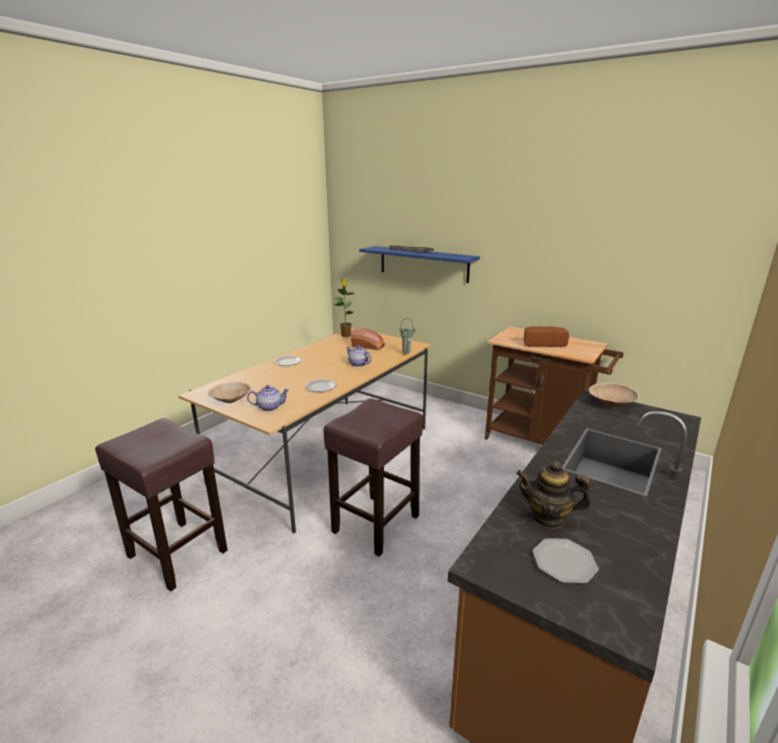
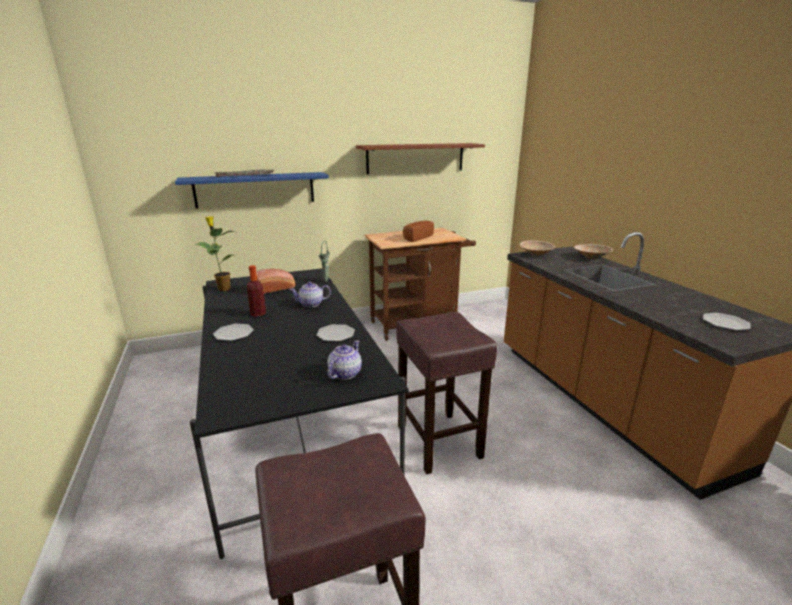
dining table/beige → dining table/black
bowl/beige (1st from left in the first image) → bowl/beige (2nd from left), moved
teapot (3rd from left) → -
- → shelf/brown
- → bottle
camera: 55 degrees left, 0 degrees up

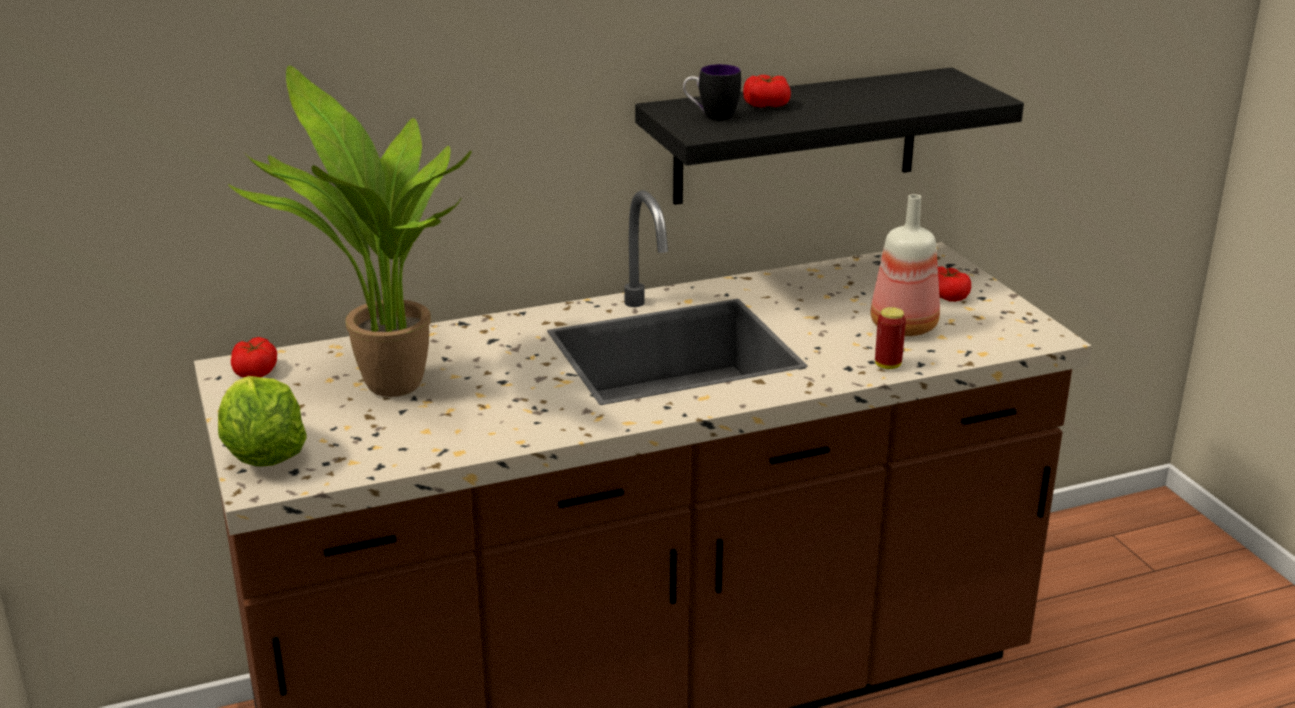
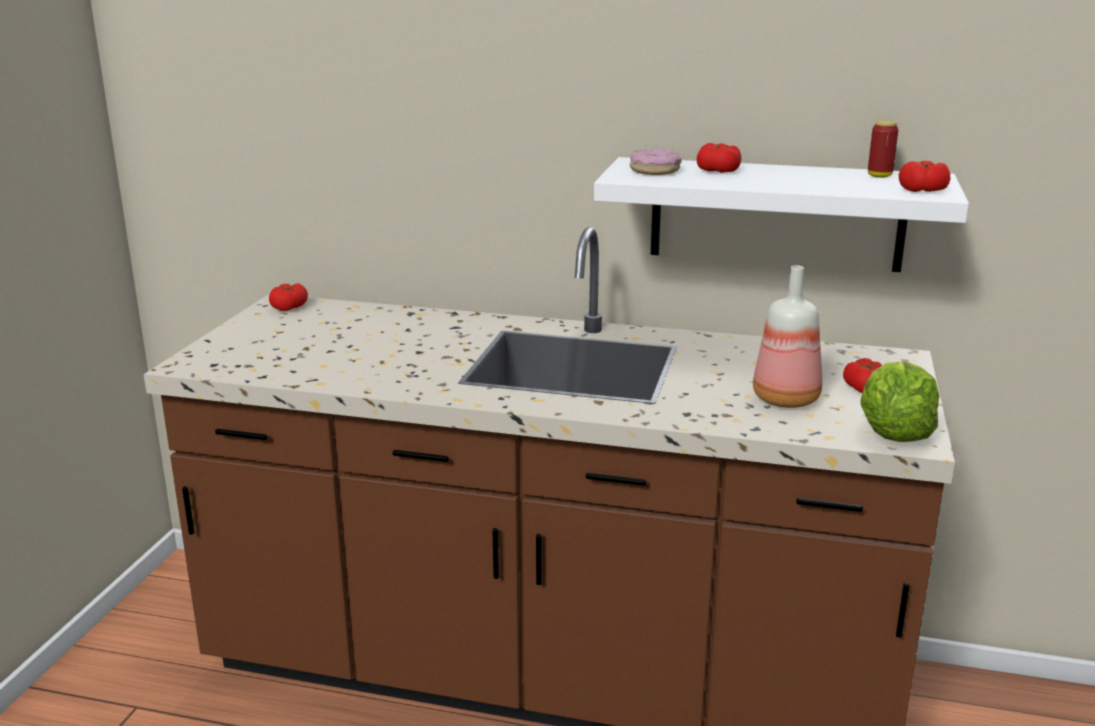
mug → donut
potted plant → -
shelf/black → shelf/white
can, moved
lettuce, moved
- → tomato (4th from left)
camera: 35 degrees right, 5 degrees down

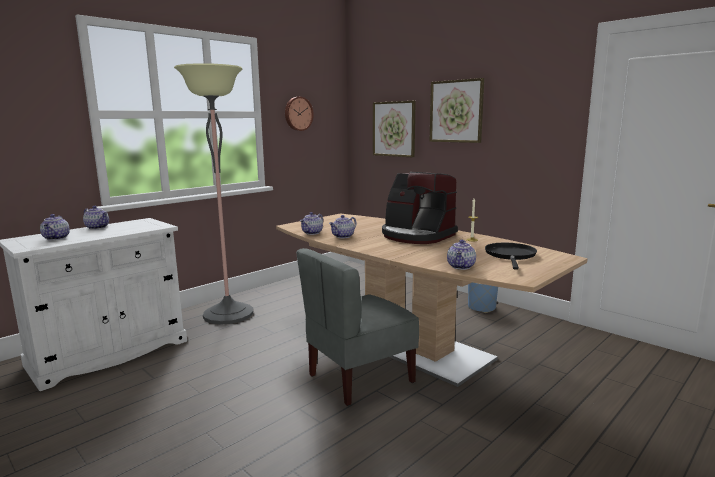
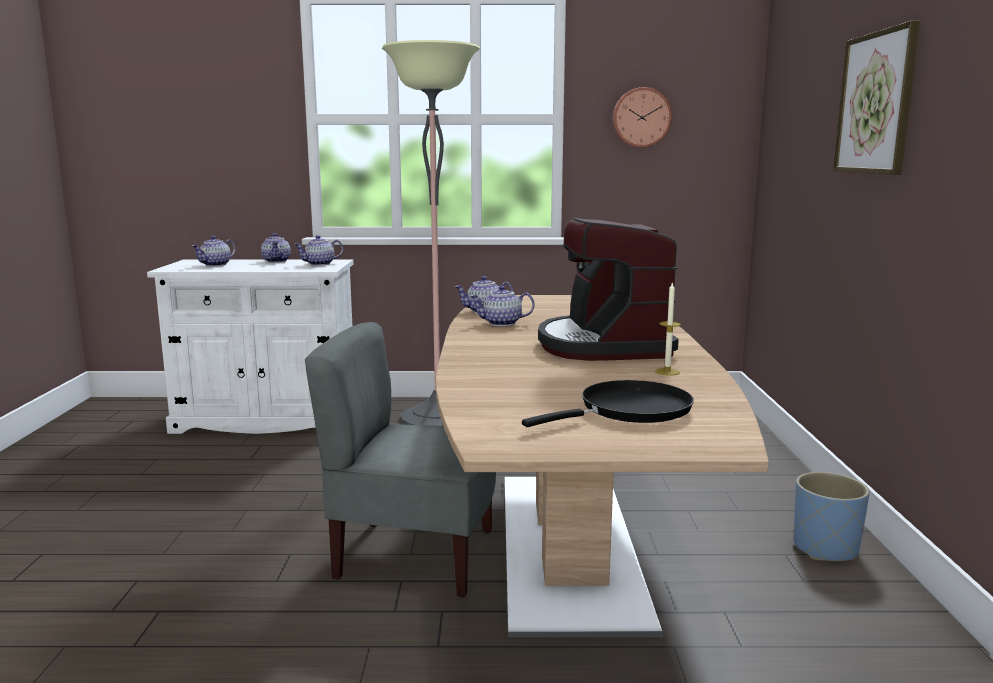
picture (1st from left) → -
teapot (5th from left in the first image) → teapot (3rd from left), moved
camera: 45 degrees right, 0 degrees up

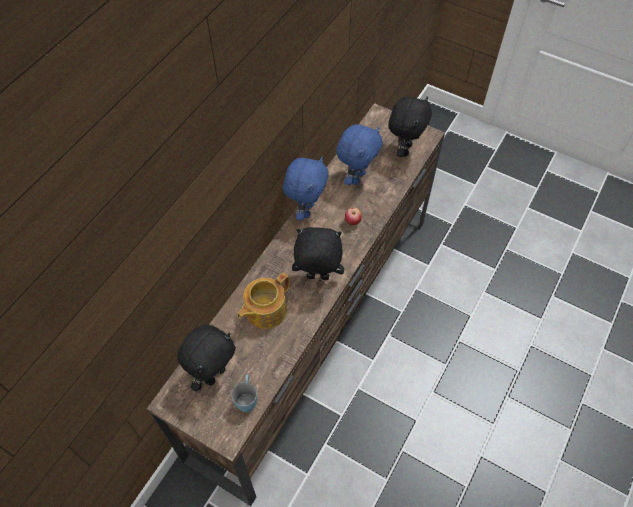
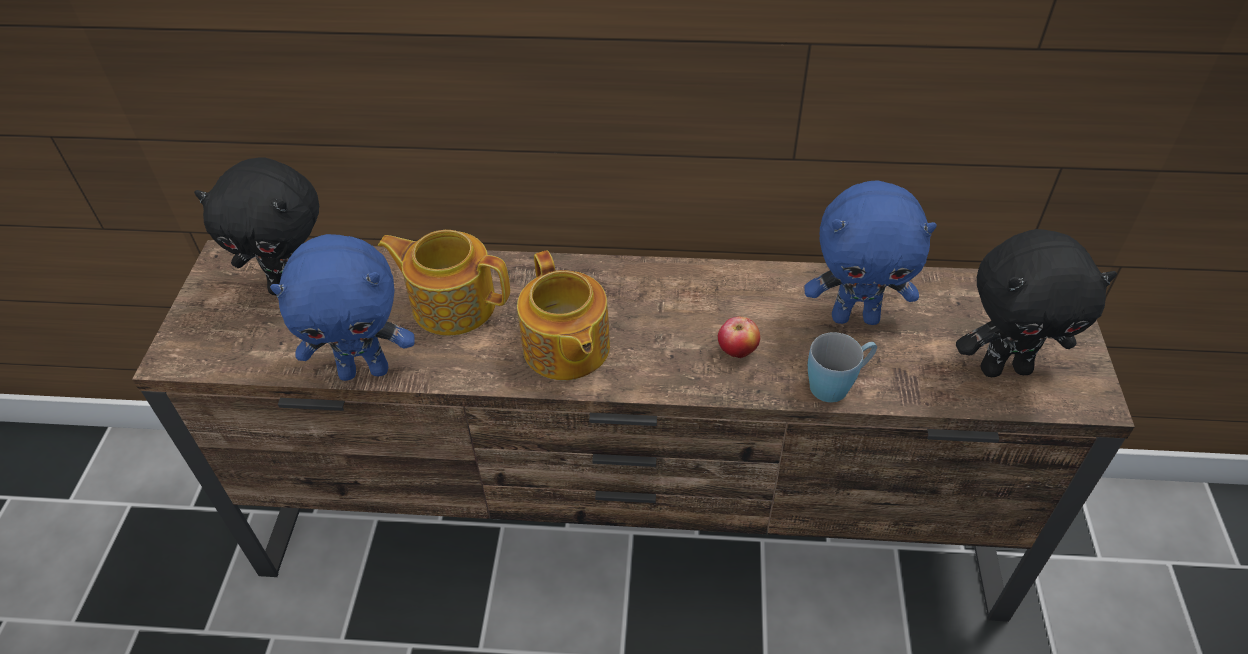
plush toy/blue (1st from left), moved
plush toy/black (2nd from left) → teapot (2nd from left)
mug/blue, moved
camera: 65 degrees right, 10 degrees down

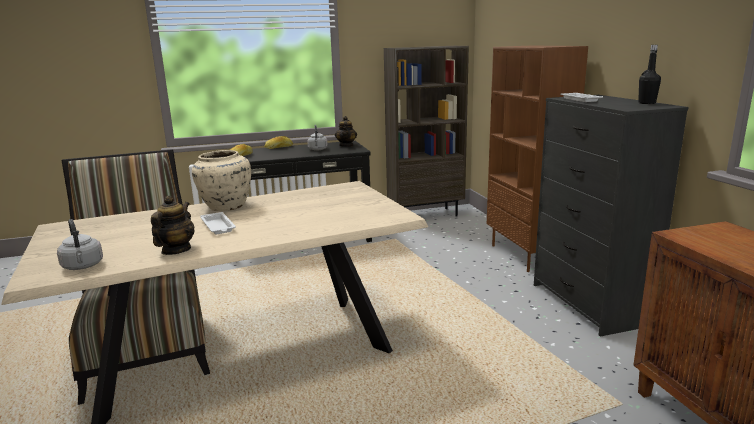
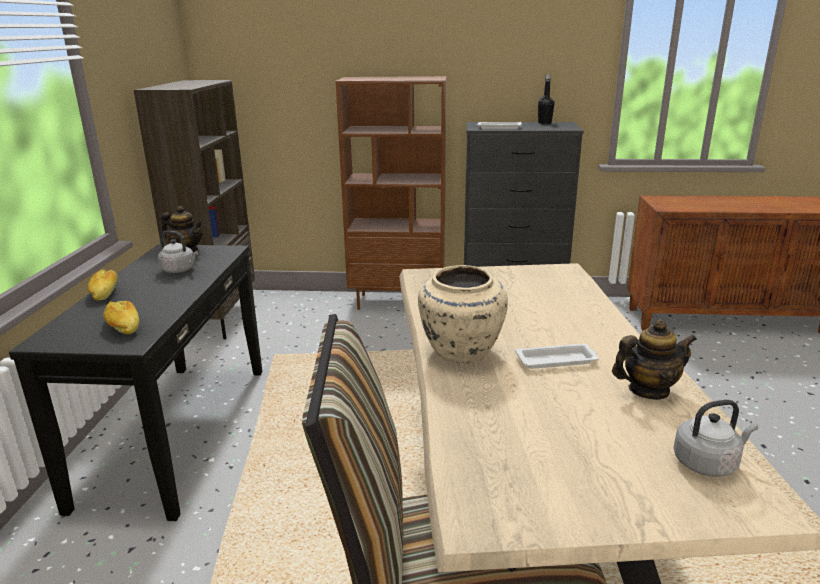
teapot (1st from left in the first image) → teapot (2nd from left), 135 degrees clockwise
camera: 70 degrees left, 5 degrees up

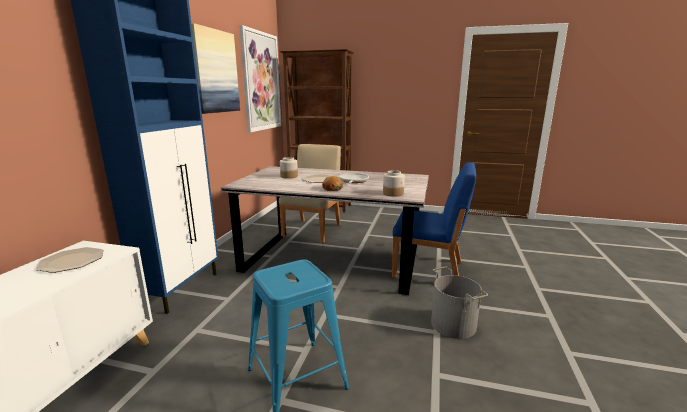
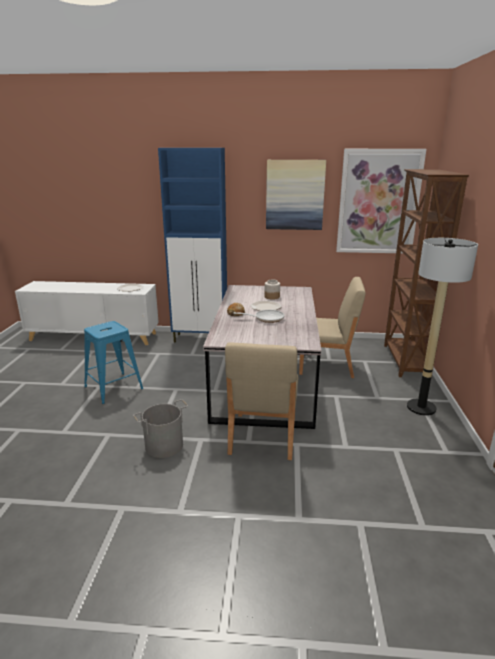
chair/blue → chair/beige (1st from left)
jar (2nd from left) → -
- → floor lamp
camera: 80 degrees right, 5 degrees up

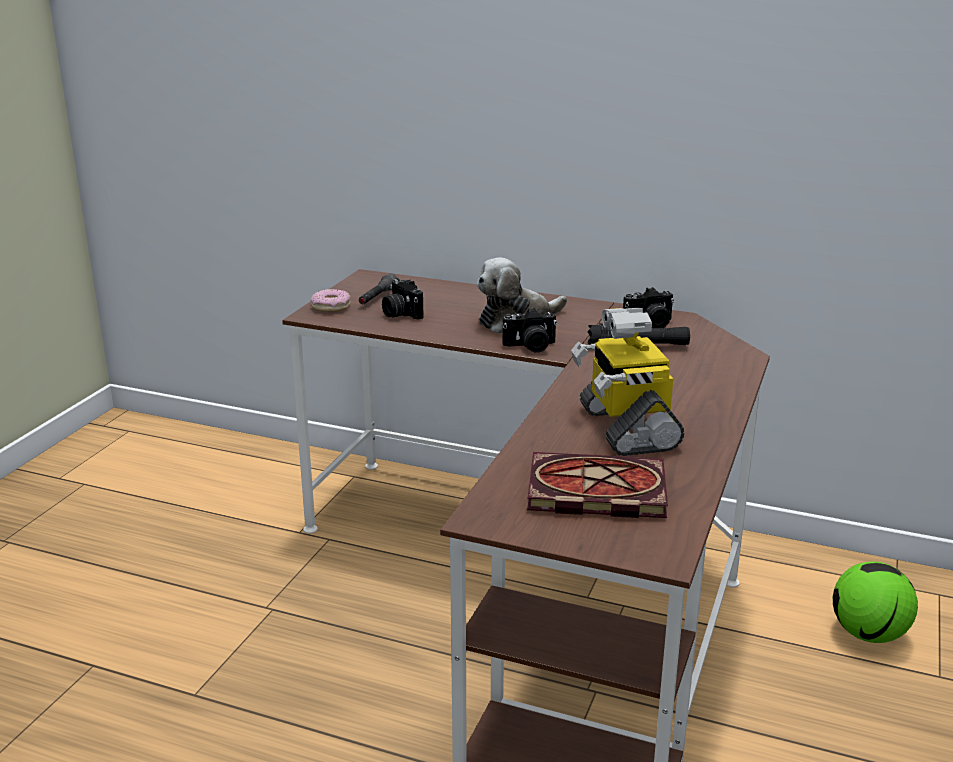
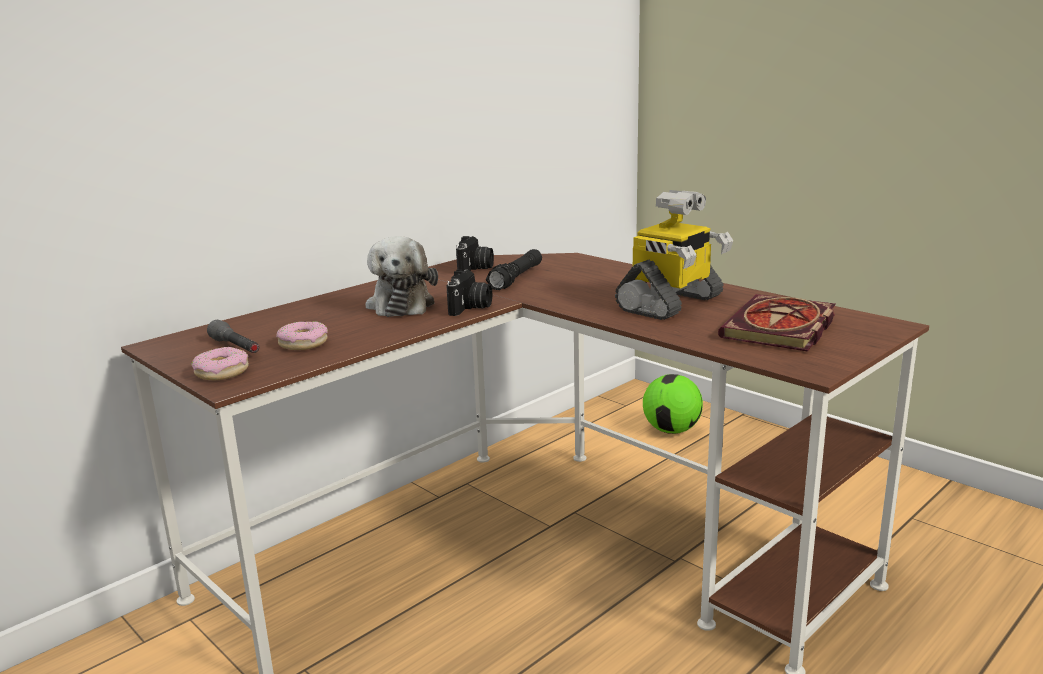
photo camera (1st from left) → donut (2nd from left)
toy robot, 60 degrees counterclockwise
camera: 65 degrees left, 5 degrees down

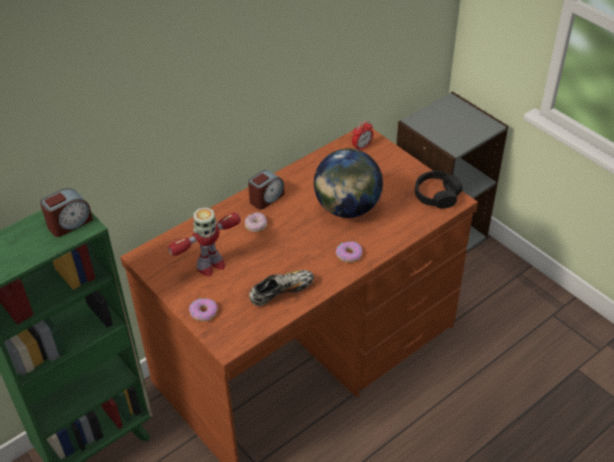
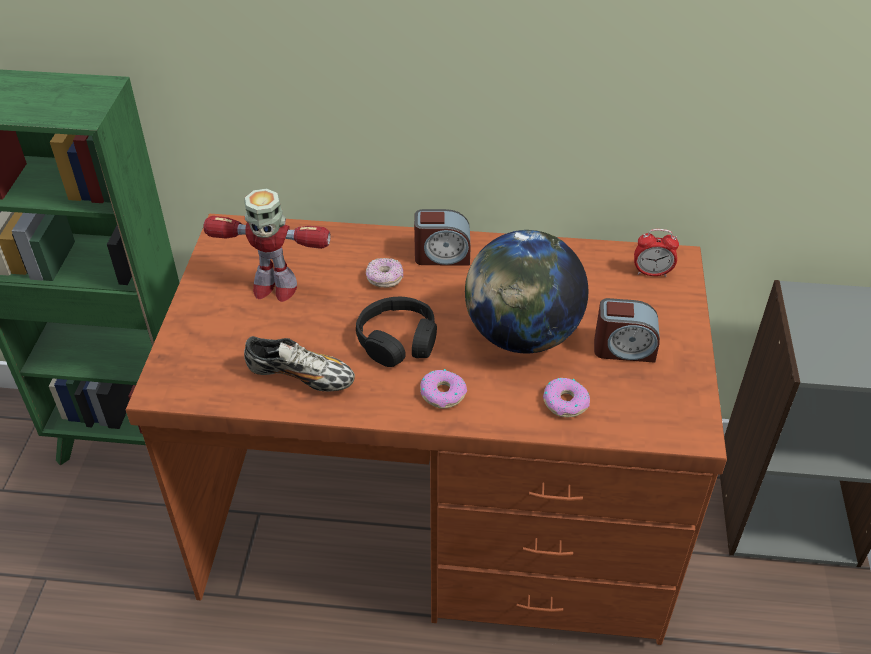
headphones/black, moved
alarm clock (1st from left in the first image) → alarm clock (2nd from left), moved
donut (1st from left in the first image) → donut (3rd from left), moved
camera: 45 degrees right, 0 degrees up

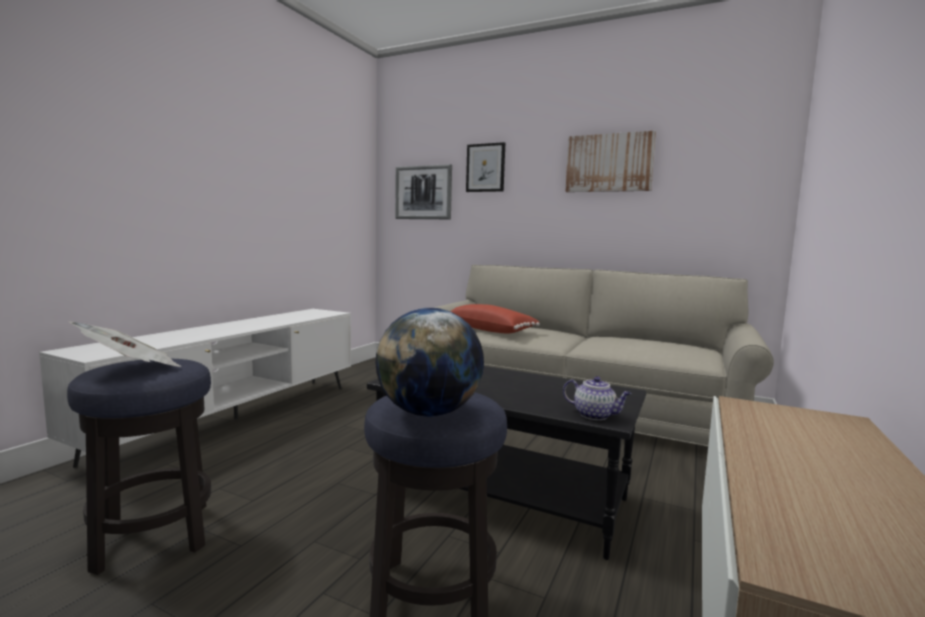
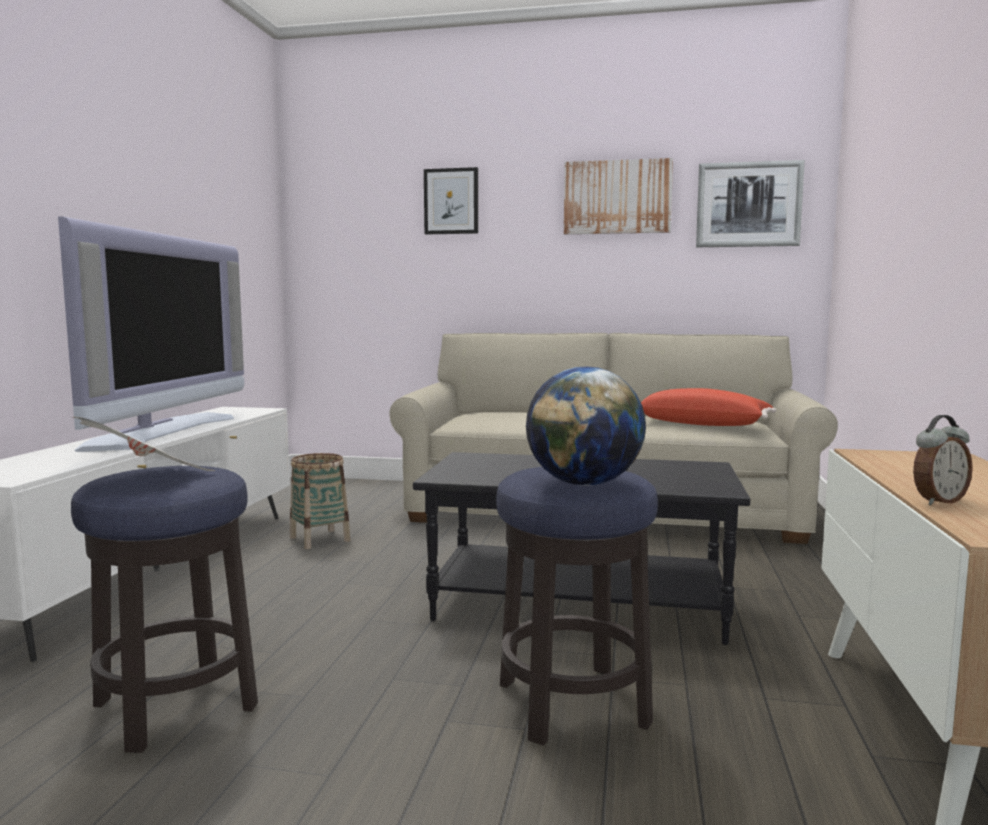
picture (1st from left in the first image) → picture (3rd from left), moved
pillow/red, moved
teapot → -
- → television
- → alarm clock
- → basket
camera: 15 degrees left, 0 degrees up

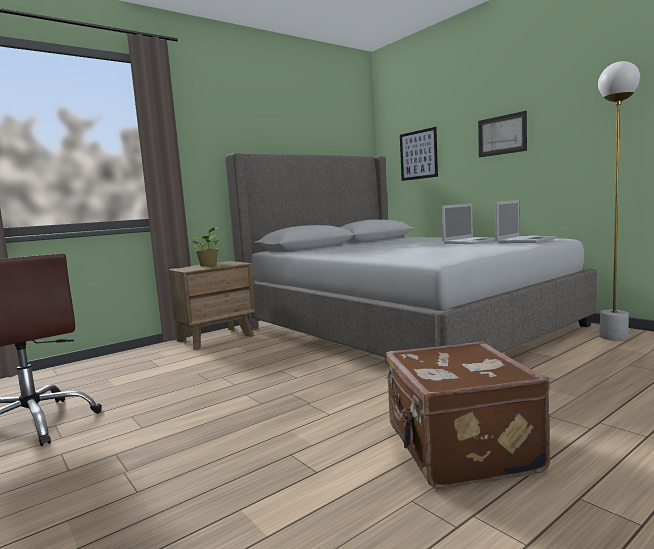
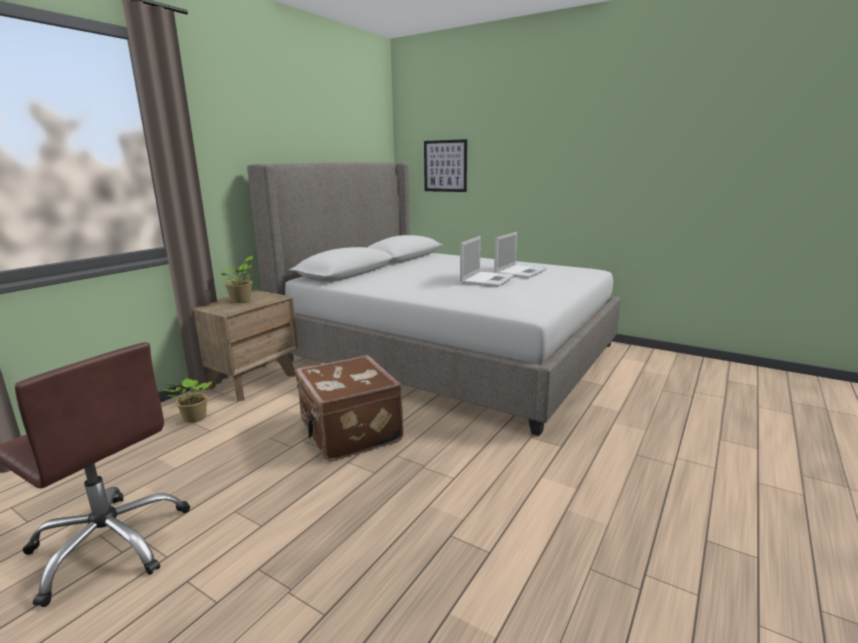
floor lamp/white → -
picture (2nd from left) → -
laptop (2nd from left in the first image) → laptop (1st from left), moved
suitcase/brown, moved
- → potted plant (1st from left)
camera: 20 degrees left, 10 degrees up

